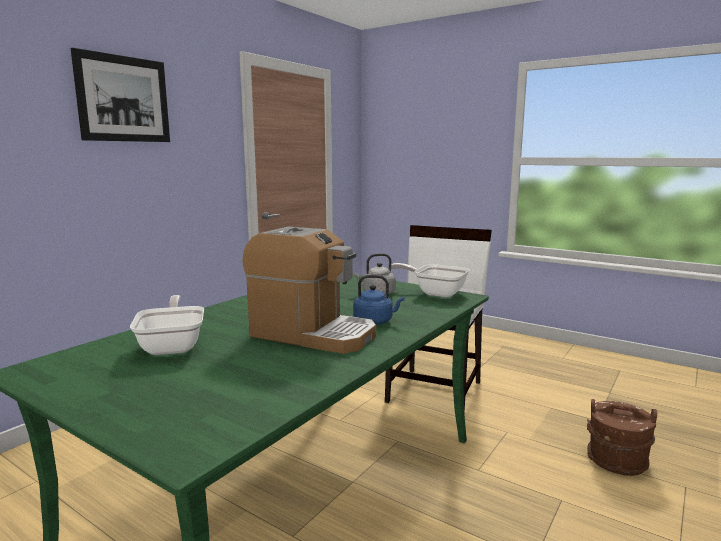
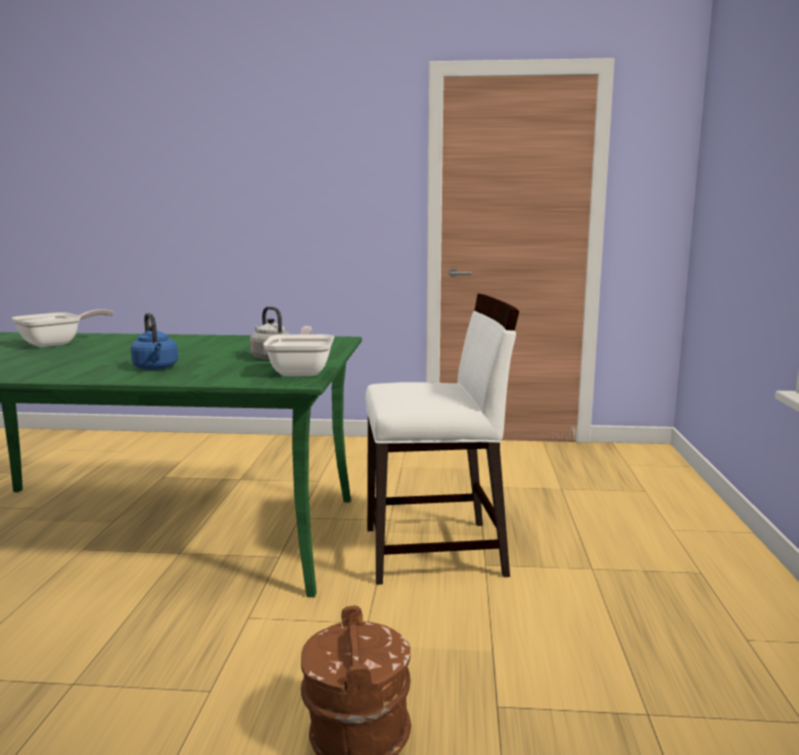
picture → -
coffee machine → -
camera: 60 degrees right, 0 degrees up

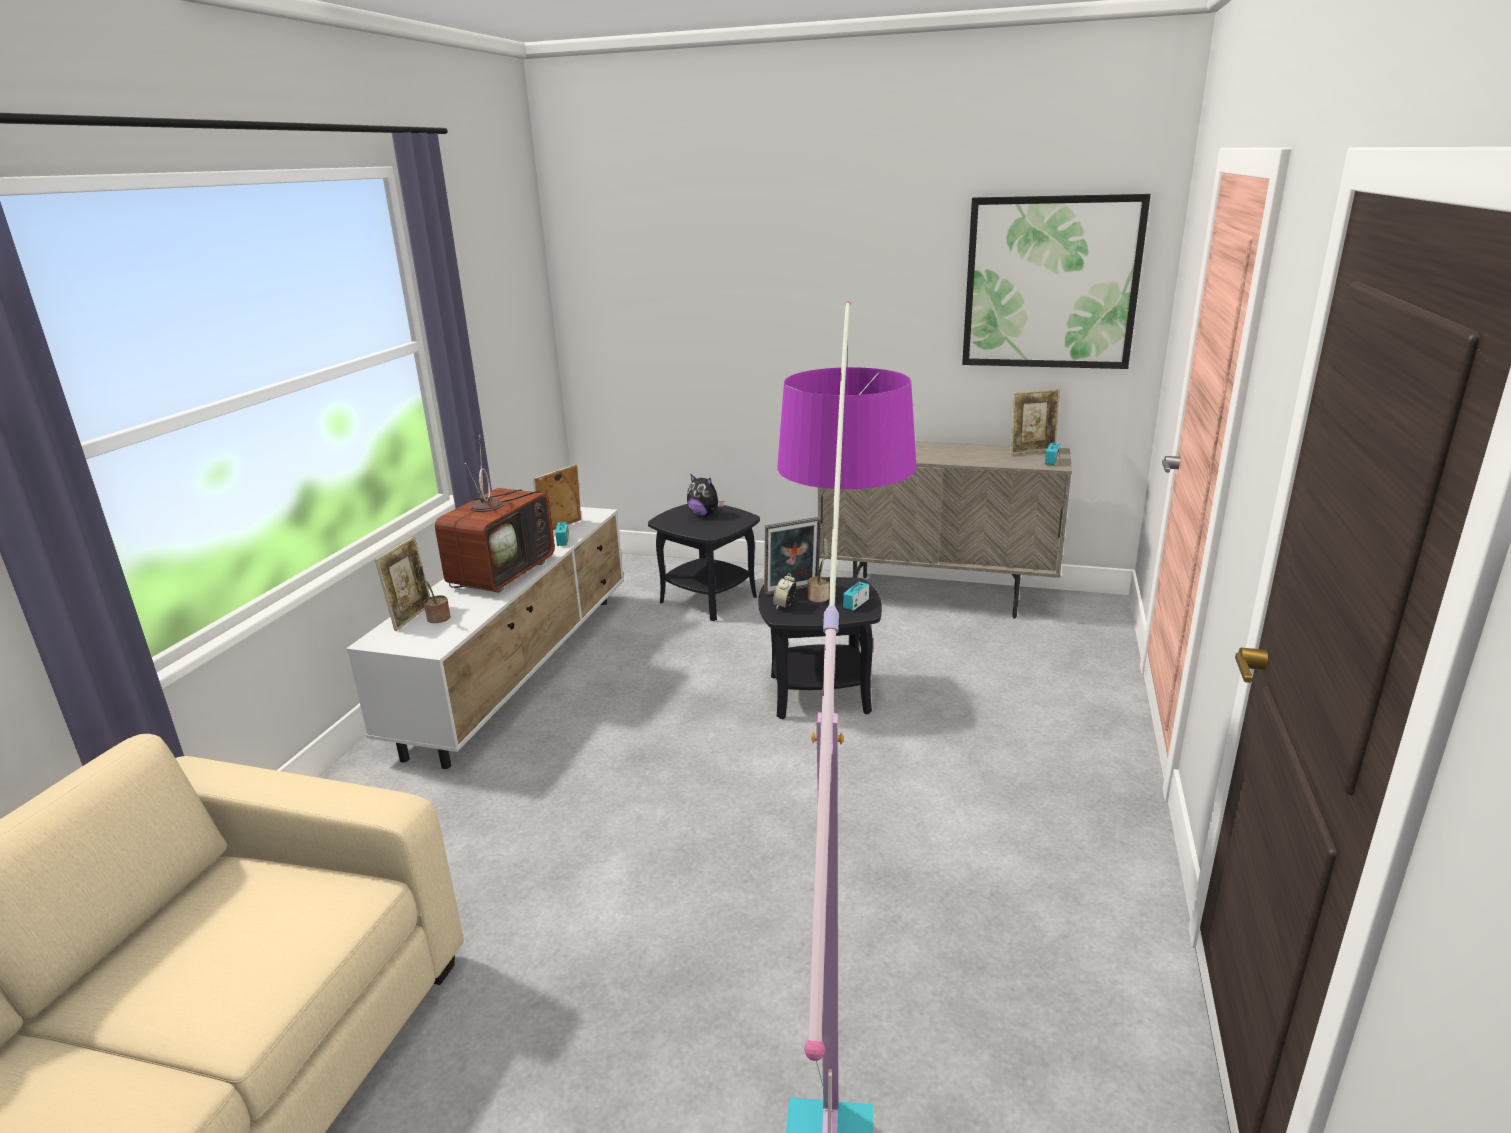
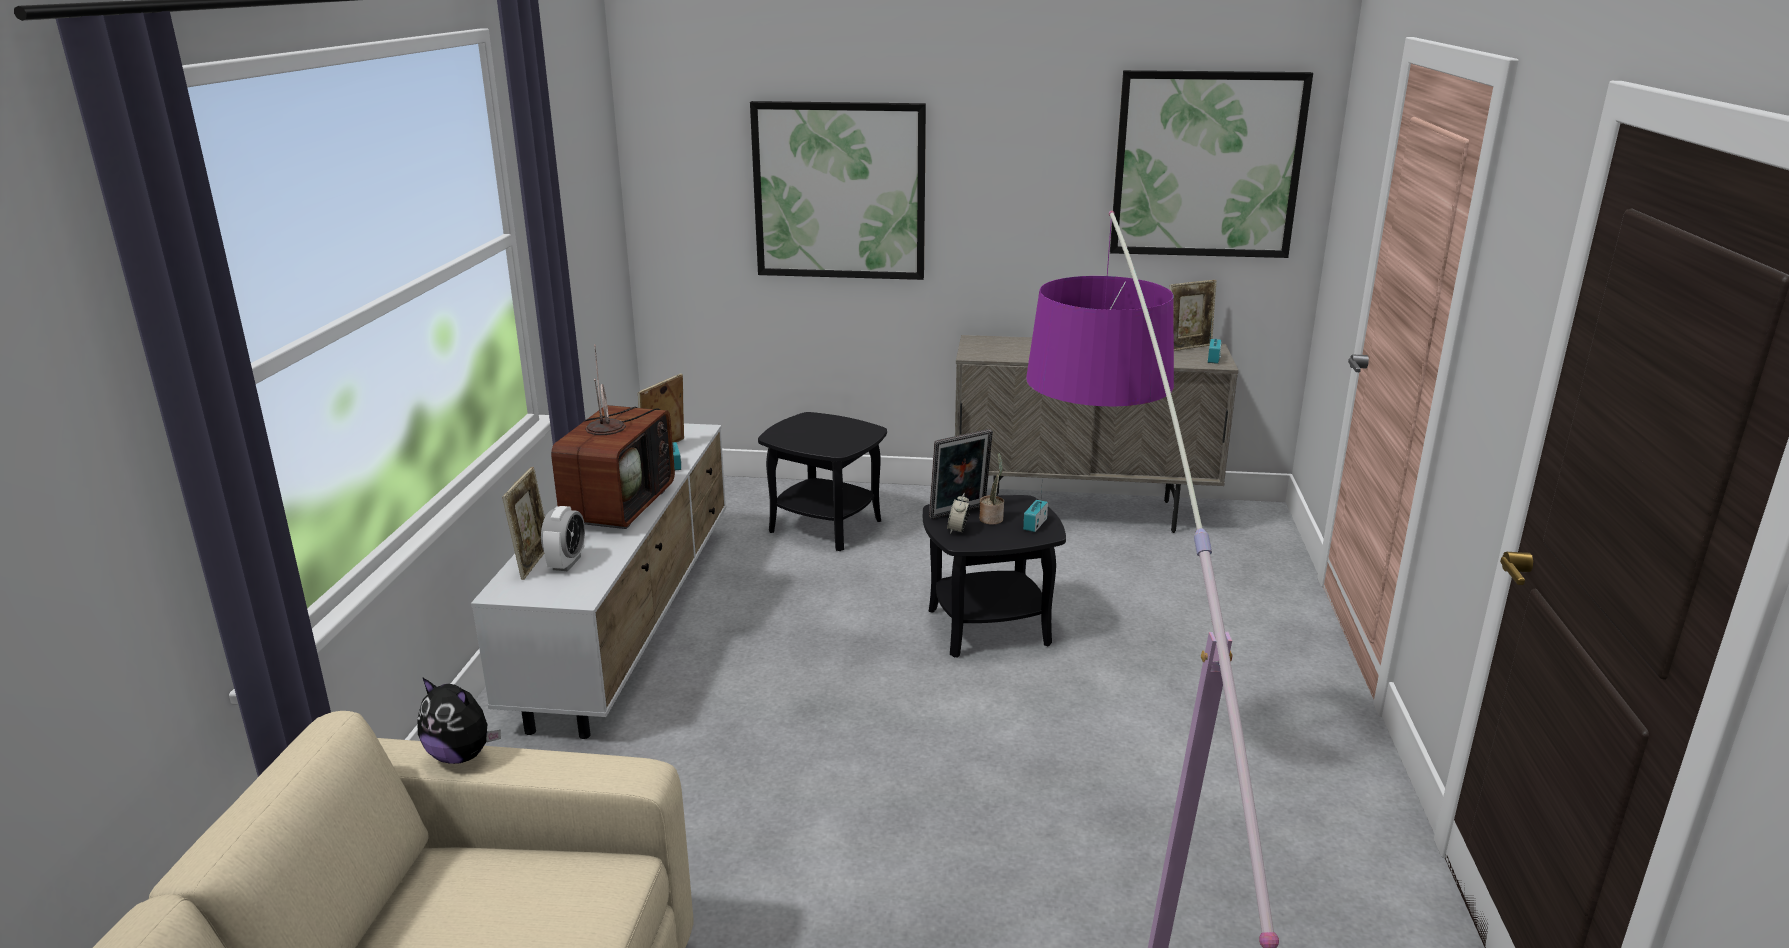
plush toy, moved
potted plant (1st from left) → alarm clock (1st from left)
- → picture (1st from left)
camera: 10 degrees left, 0 degrees up

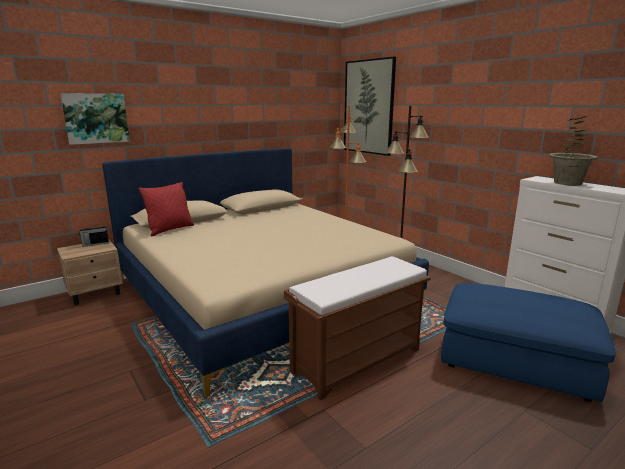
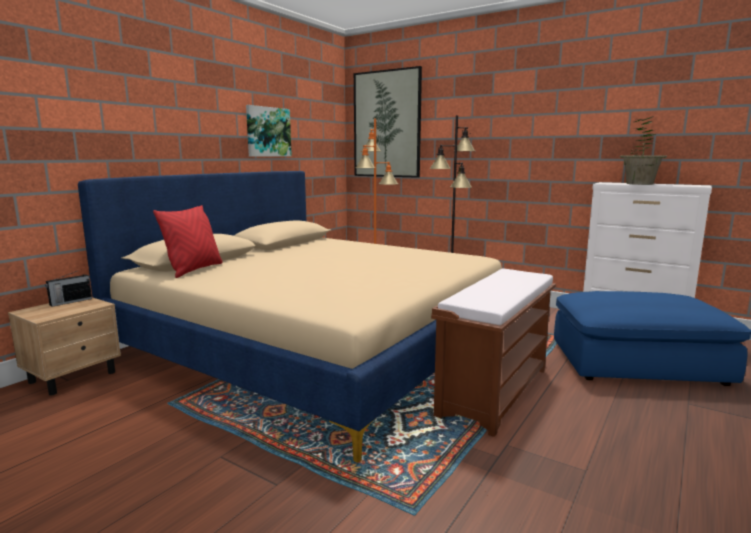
picture (1st from left), moved
camera: 20 degrees left, 5 degrees down

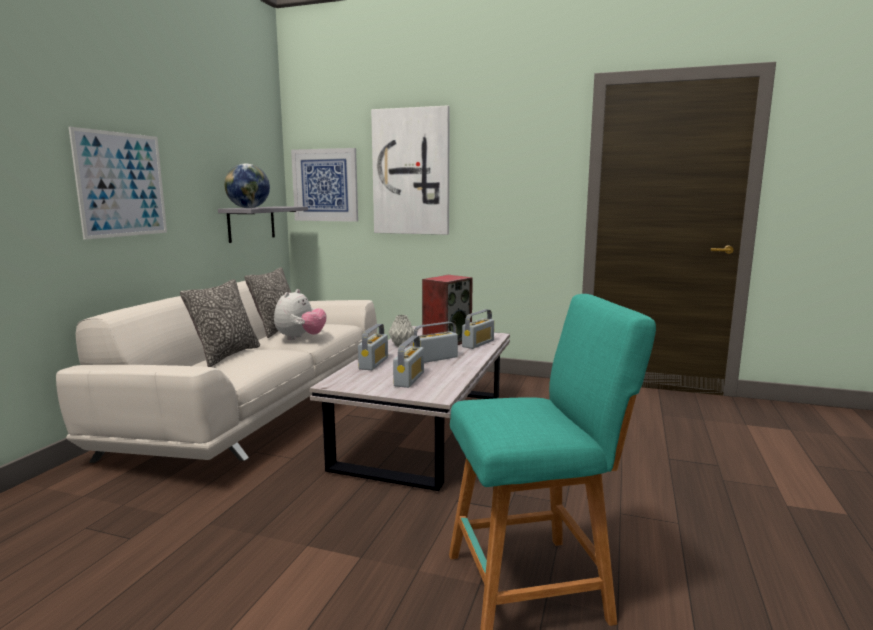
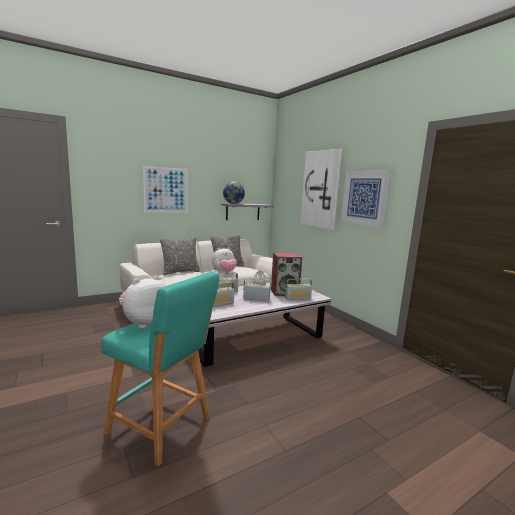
picture (2nd from left in the first image) → picture (3rd from left), moved
- → plush toy (1st from left)
camera: 40 degrees right, 0 degrees up

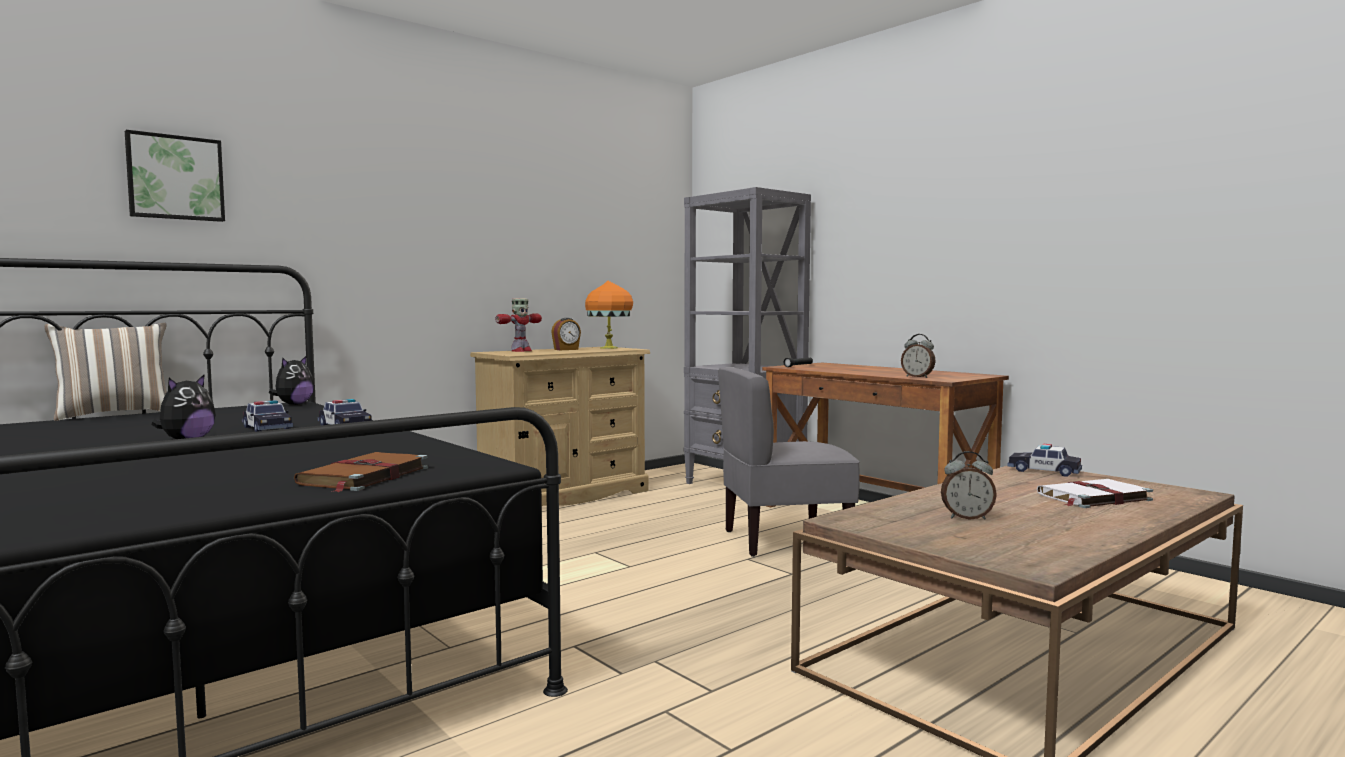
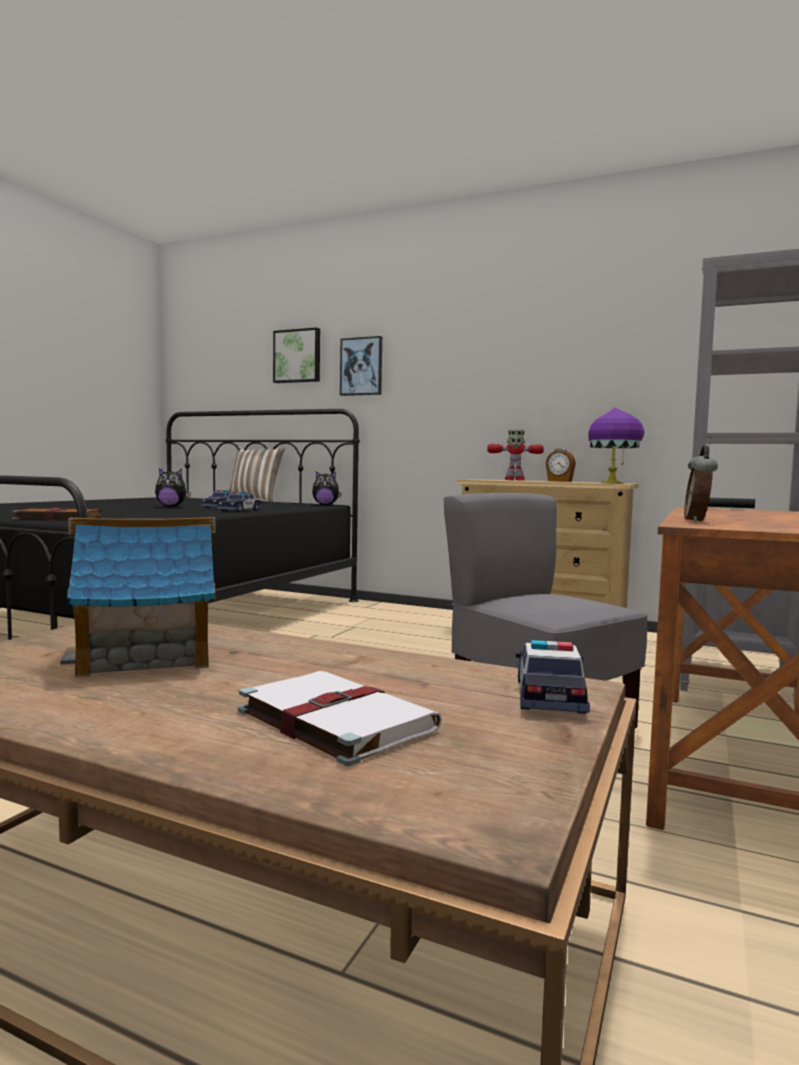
table lamp/orange → table lamp/purple
alarm clock (3rd from left) → toy house
- → picture (2nd from left)
camera: 65 degrees right, 0 degrees up

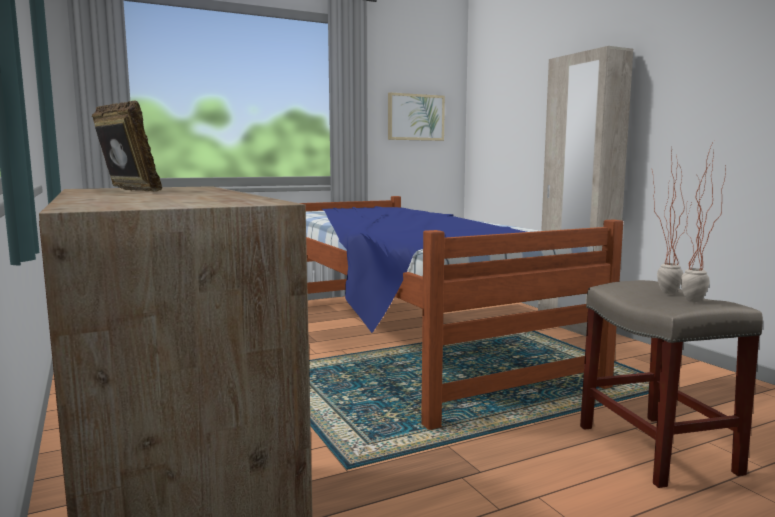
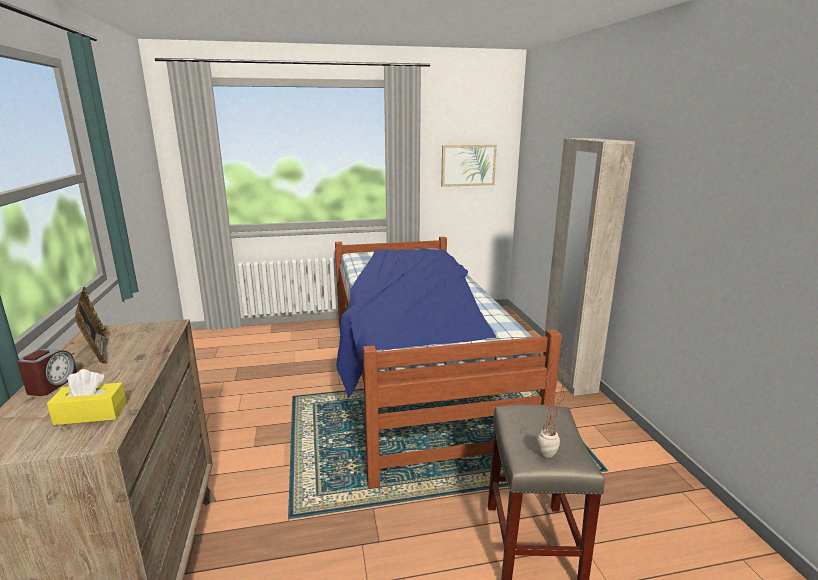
potted plant (1st from left) → -
- → alarm clock
- → tissue box/yellow
camera: 15 degrees right, 10 degrees up

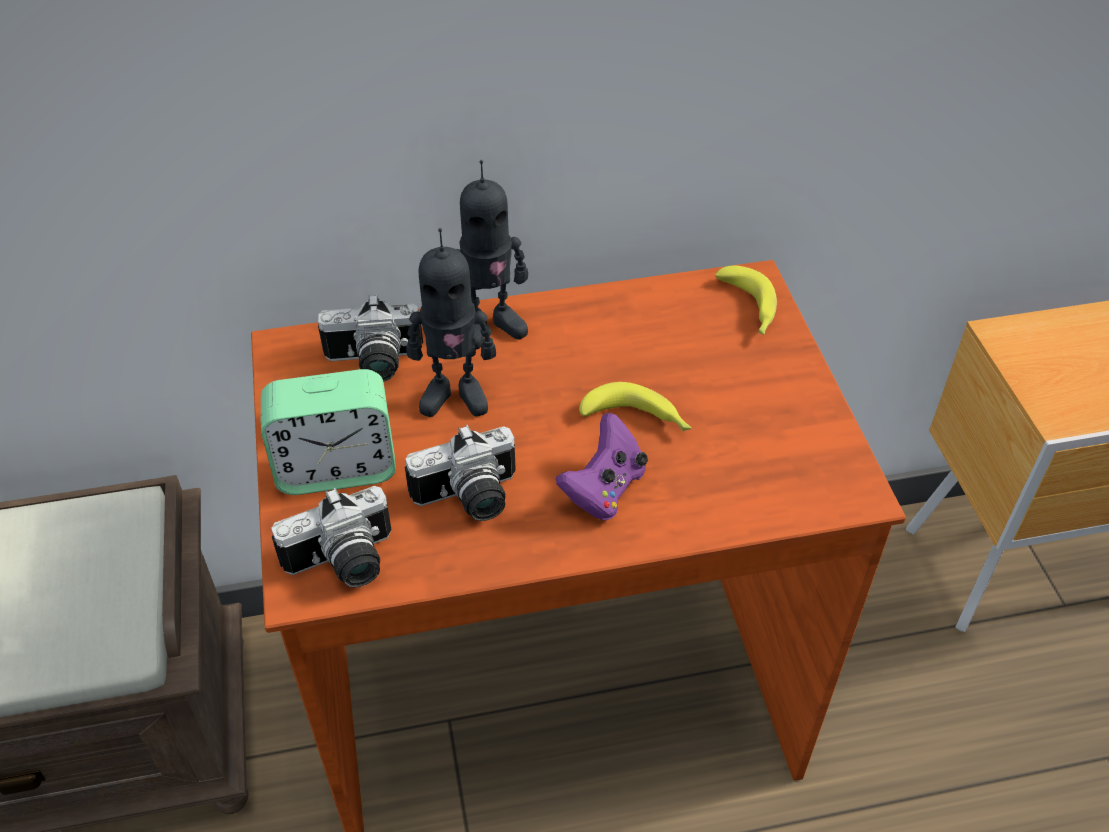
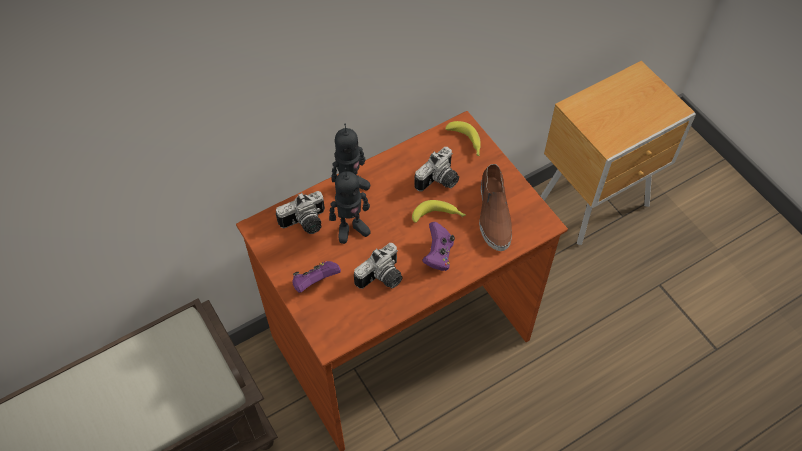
alarm clock → game controller/purple (1st from left)
photo camera (1st from left in the first image) → photo camera (3rd from left), moved
- → shoe/brown
camera: 20 degrees left, 10 degrees up

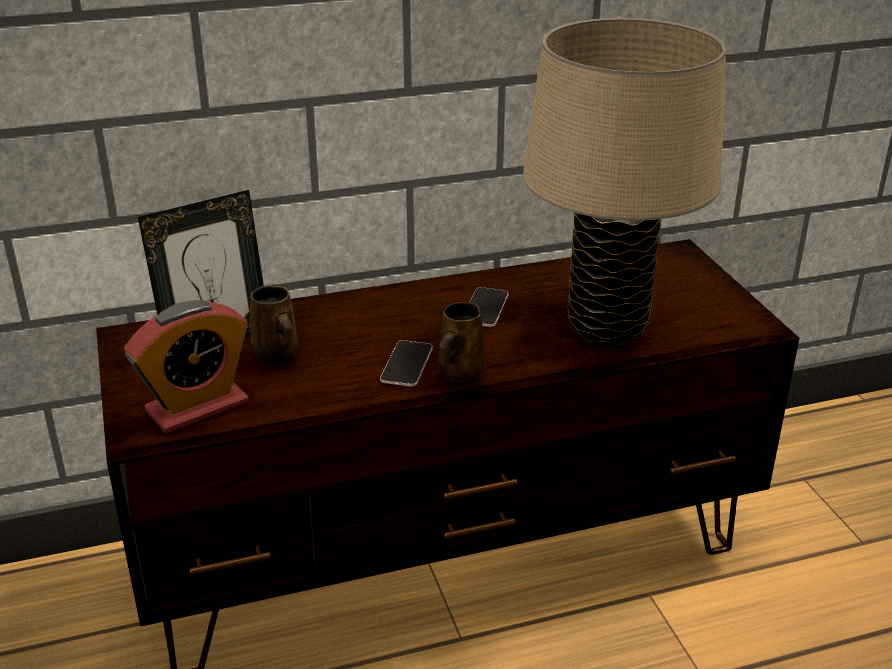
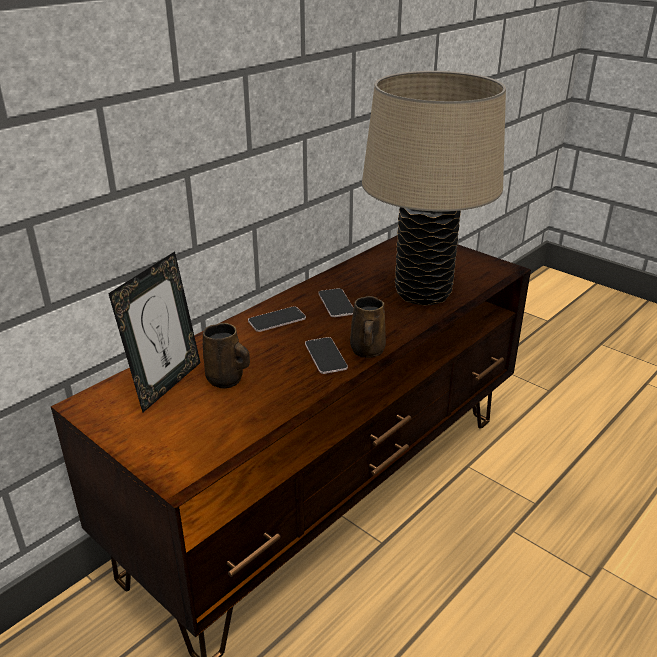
alarm clock → -
- → phone (1st from left)
camera: 30 degrees left, 0 degrees up

